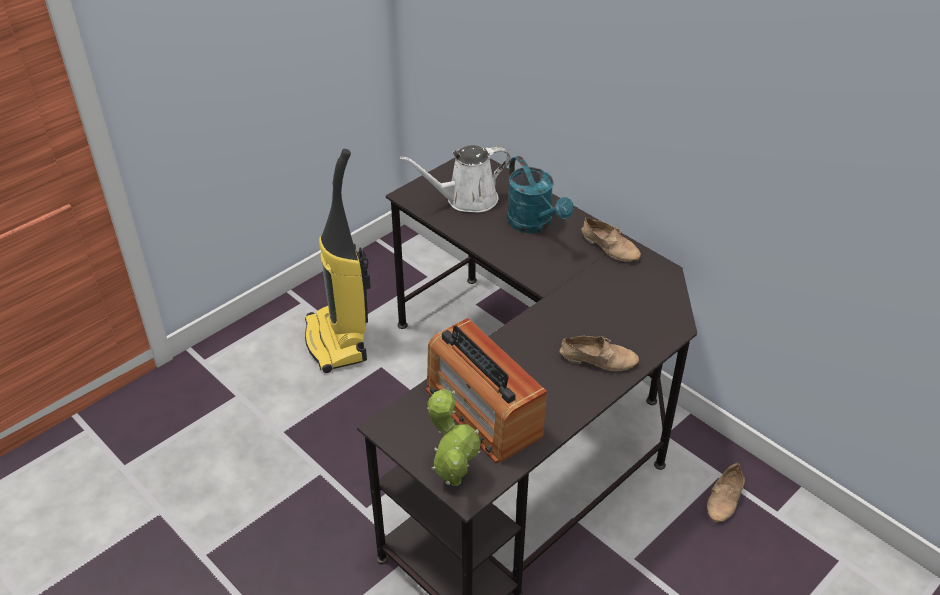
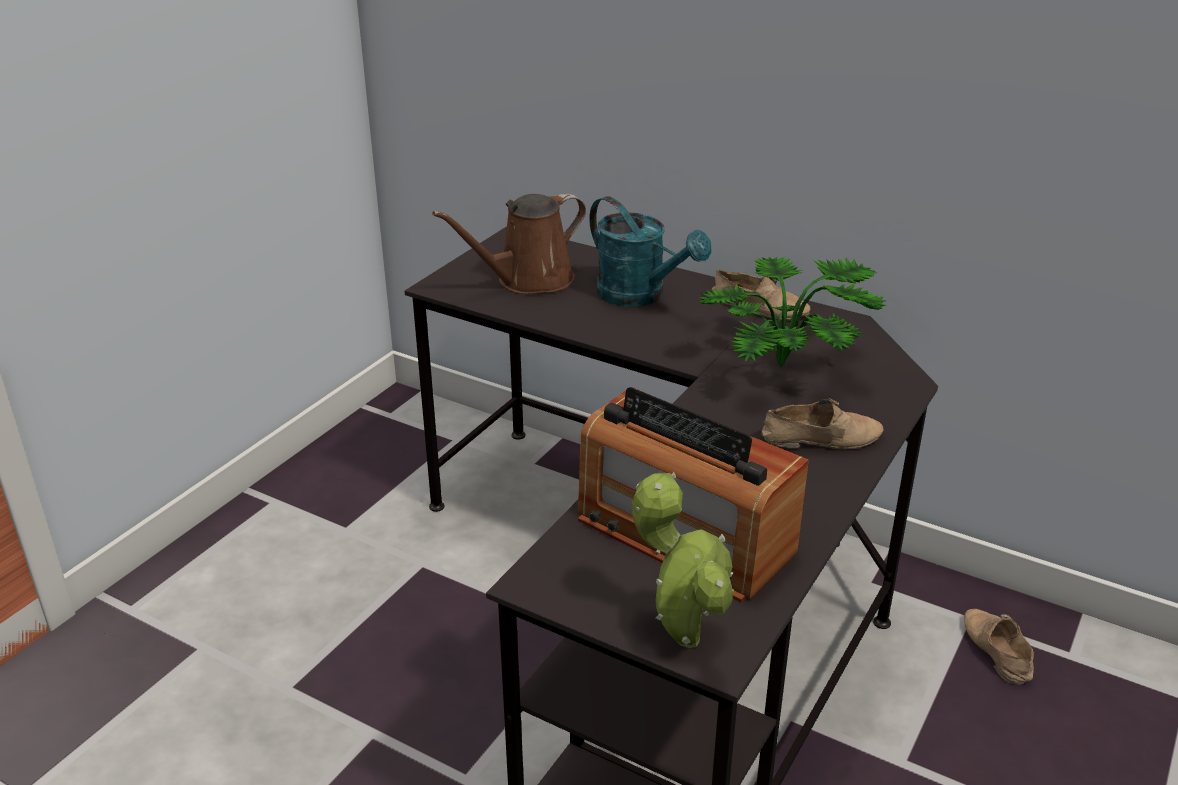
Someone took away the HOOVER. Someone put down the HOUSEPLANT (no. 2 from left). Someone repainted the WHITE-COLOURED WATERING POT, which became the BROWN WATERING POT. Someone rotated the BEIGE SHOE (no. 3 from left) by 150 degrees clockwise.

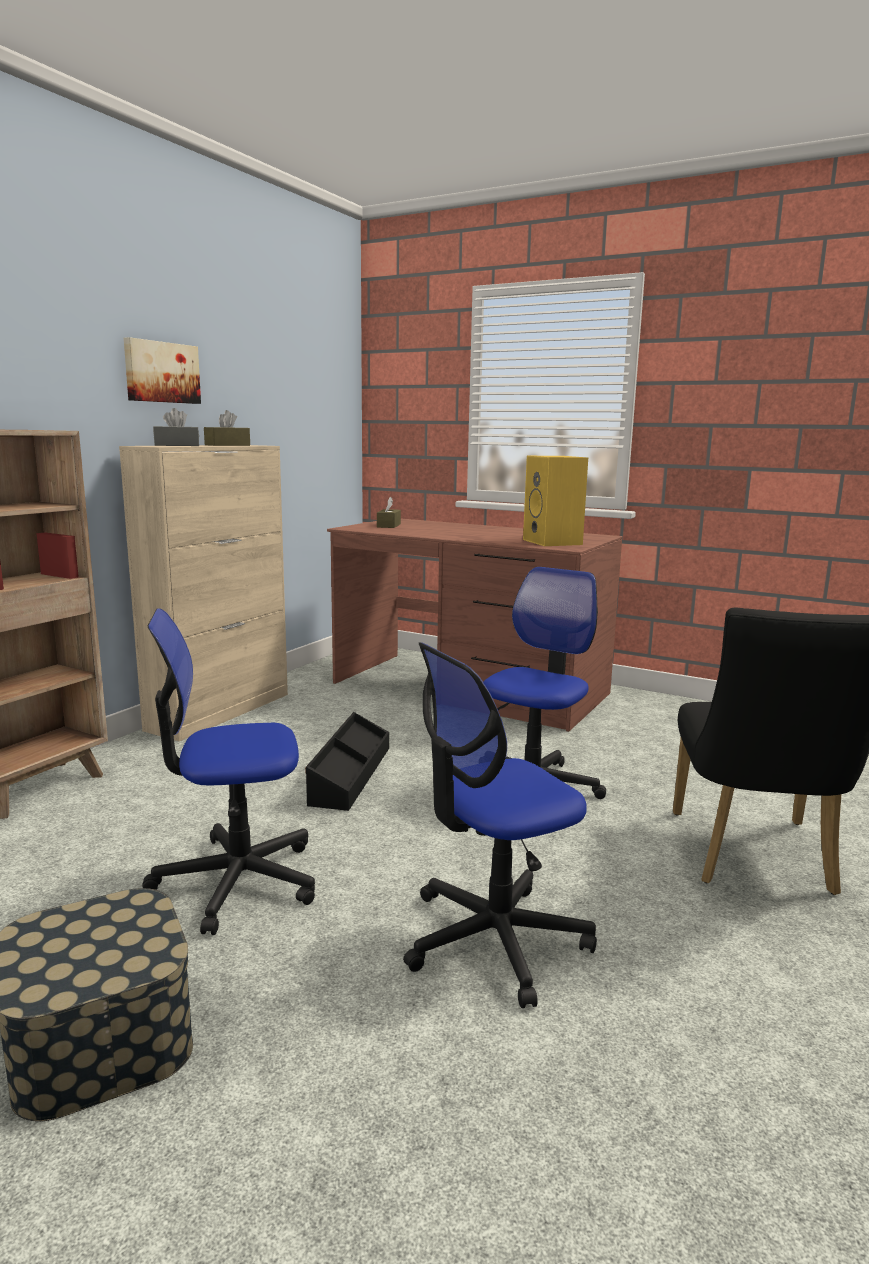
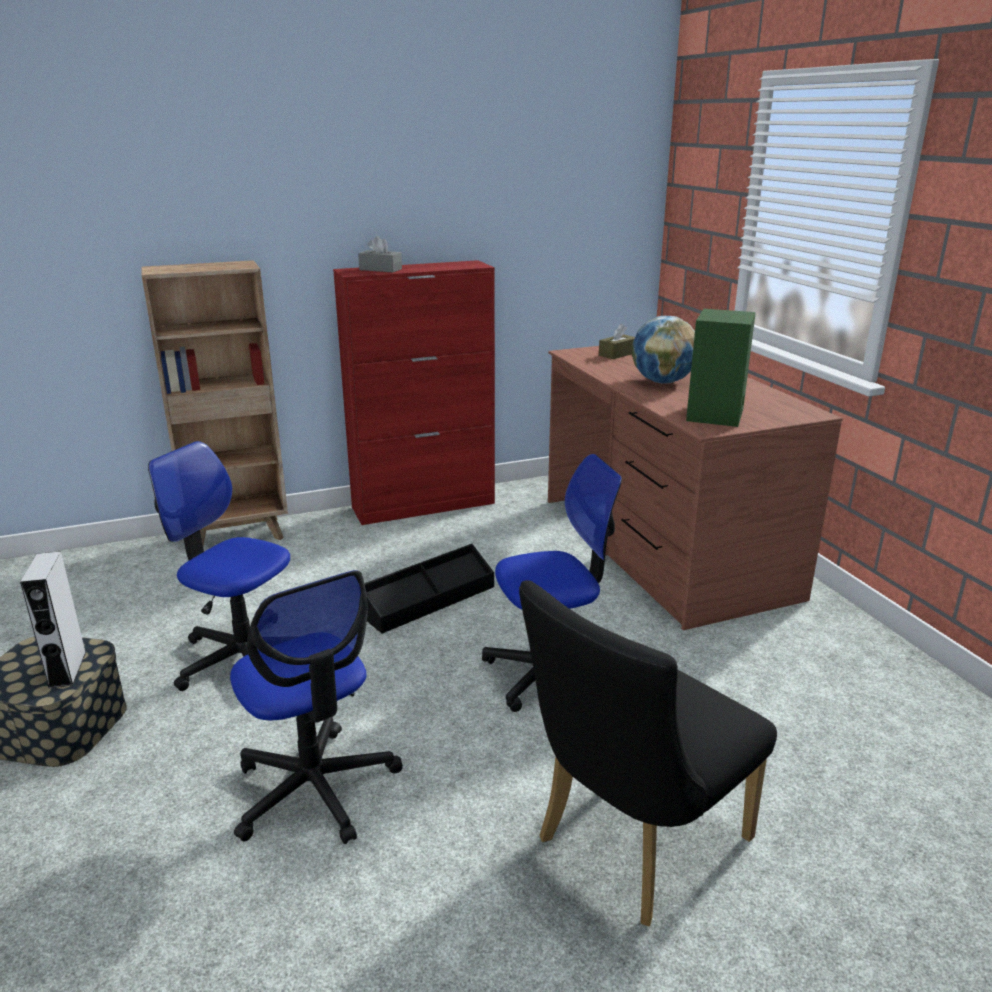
Someone took away the WALL PICTURE. Someone took away the BROWN TISSUE HOLDER (no. 1 from left). Someone put down the GRAY SPEAKER. Someone put down the WORLD GLOBE. Someone repainted the BEIGE CABINET, which became the REDDISH CABINET. Someone repainted the YELLOW-COLOURED SPEAKER, which became the GREENISH SPEAKER. Someone rotated the OFFICE CHAIR (no. 2 from left) by 135 degrees counterclockwise.

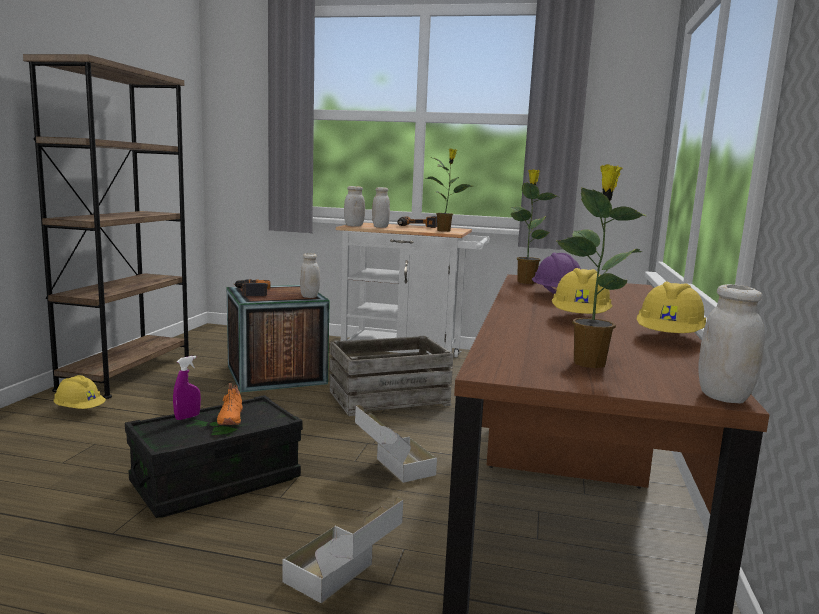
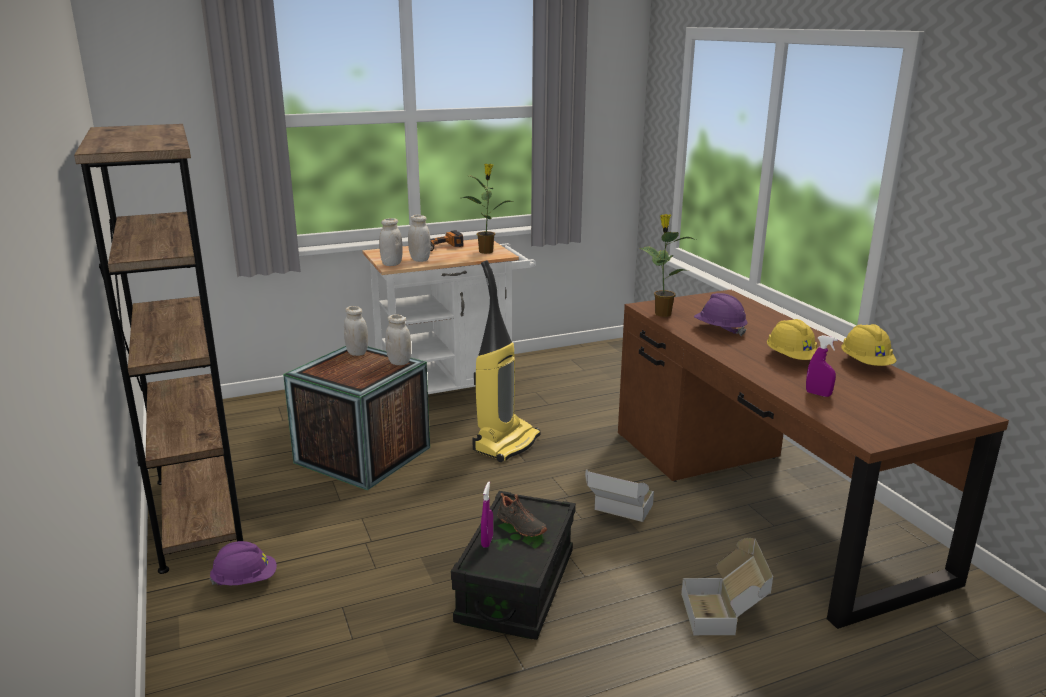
Someone took away the POWER DRILL (no. 1 from left). Someone took away the HOUSEPLANT (no. 3 from left). Someone put down the PURPLE-COLOURED HAND SPRAYER (no. 2 from left). Someone carried the WHITE-COLOURED STORAGE JAR (no. 4 from left in the first image). Someone swapped the SHIPPING CRATE (no. 2 from left) for the HOOVER. Someone repainted the YELLOW-COLOURED WORK HELMET (no. 1 from left), which became the PURPLE-COLOURED WORK HELMET (no. 1 from left). Someone repainted the ORANGE SHOE, which became the BLACKISH SHOE.

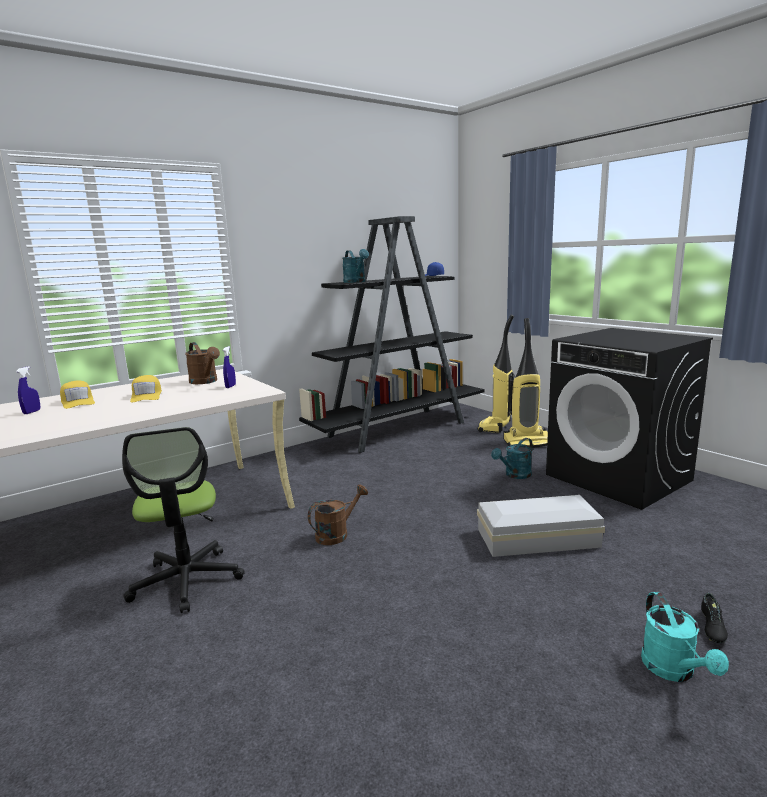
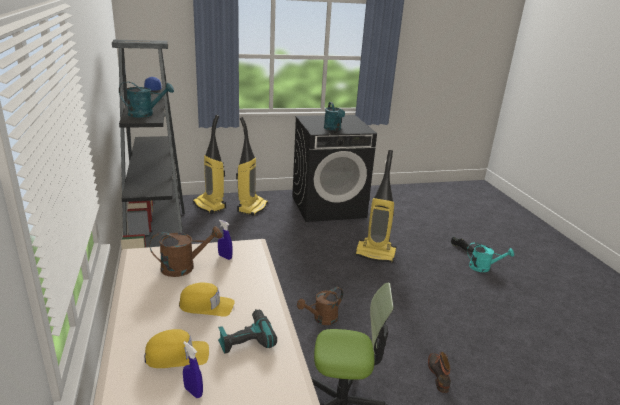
Someone put down the POWER DRILL. Someone put down the HIGH-TOP BOOT. Someone carried the BLUE-GREEN WATERING POT (no. 2 from left). Someone swapped the WHITE-COLOURED STORAGE BOX for the HOOVER (no. 3 from left). Someone rotated the BROWN WATERING POT (no. 2 from left) by 105 degrees counterclockwise.

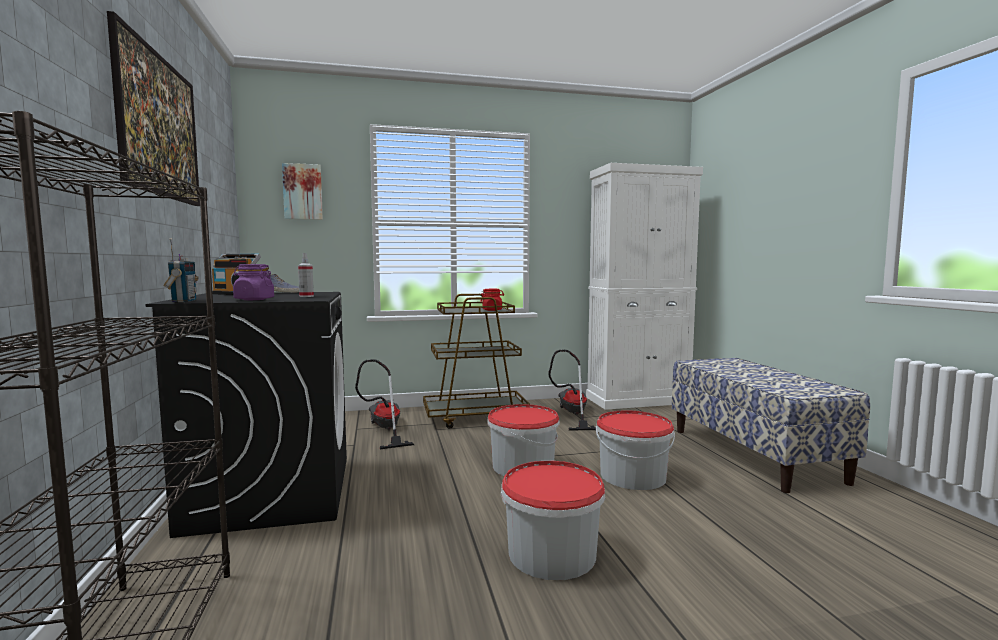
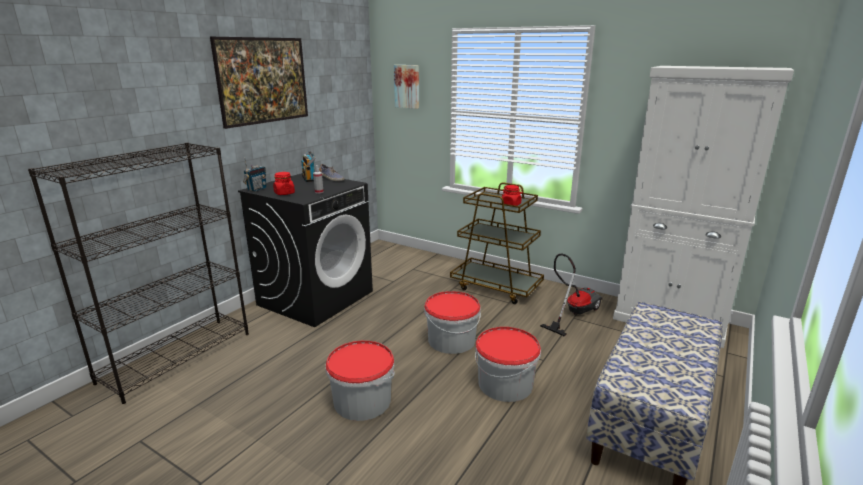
Someone took away the HOOVER (no. 1 from left). Someone repainted the PURPLE-COLOURED STORAGE JAR, which became the REDDISH STORAGE JAR (no. 1 from left).

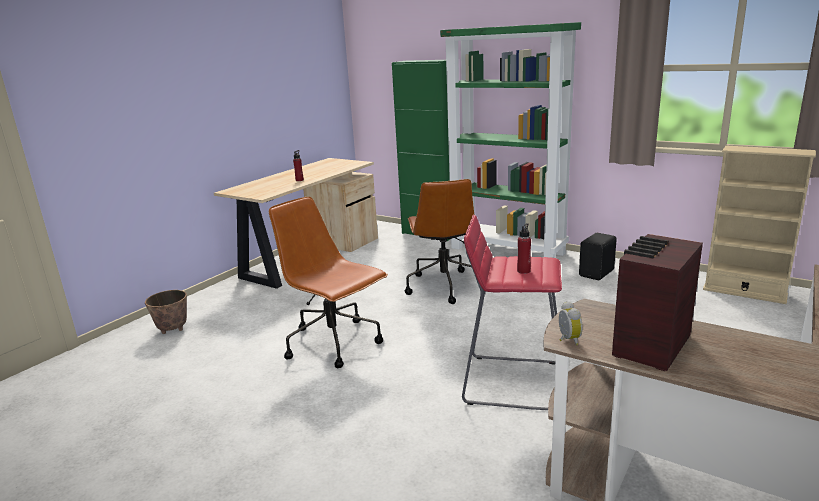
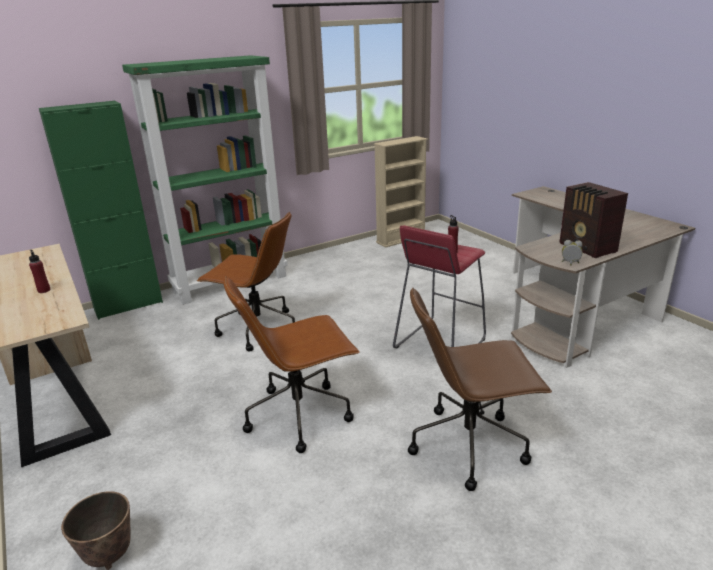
Someone took away the BLACKISH SPEAKER. Someone put down the BROWN OFFICE CHAIR (no. 3 from left).

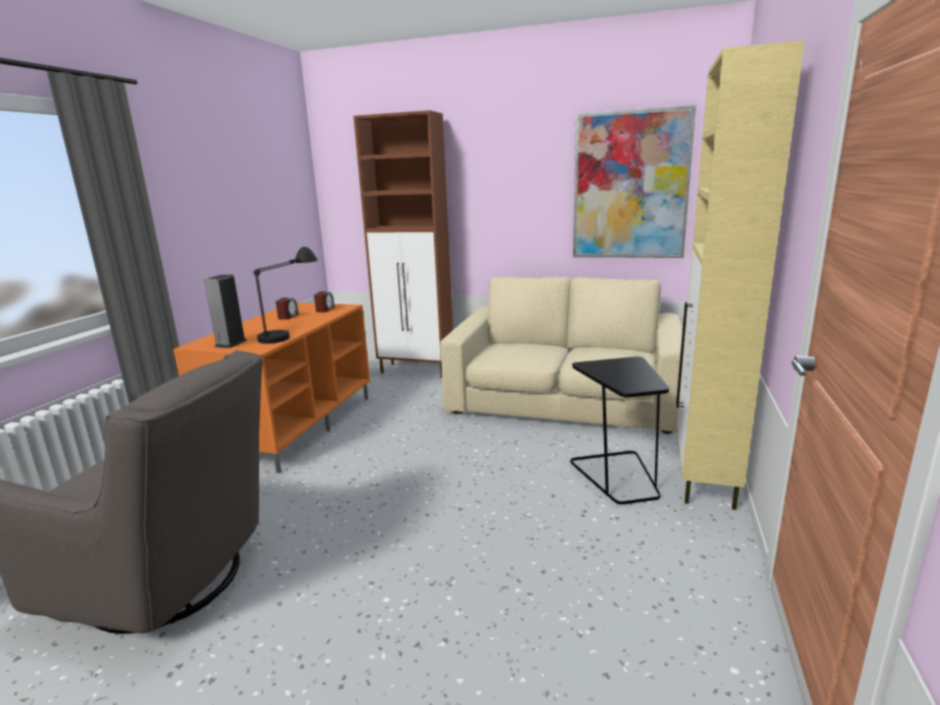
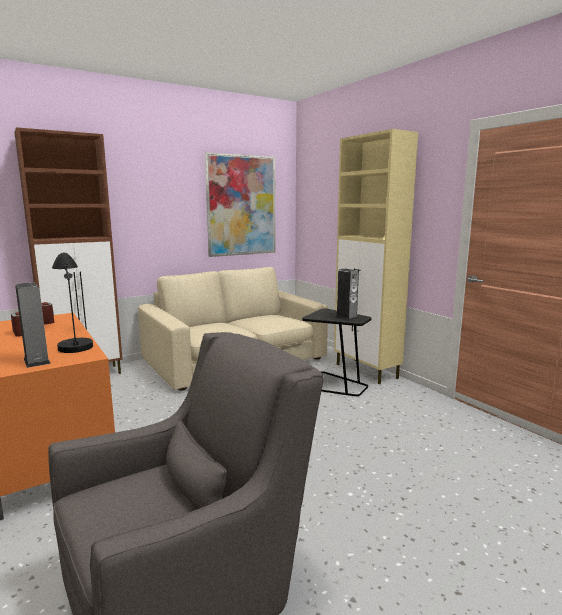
Someone put down the SPEAKER (no. 2 from left).

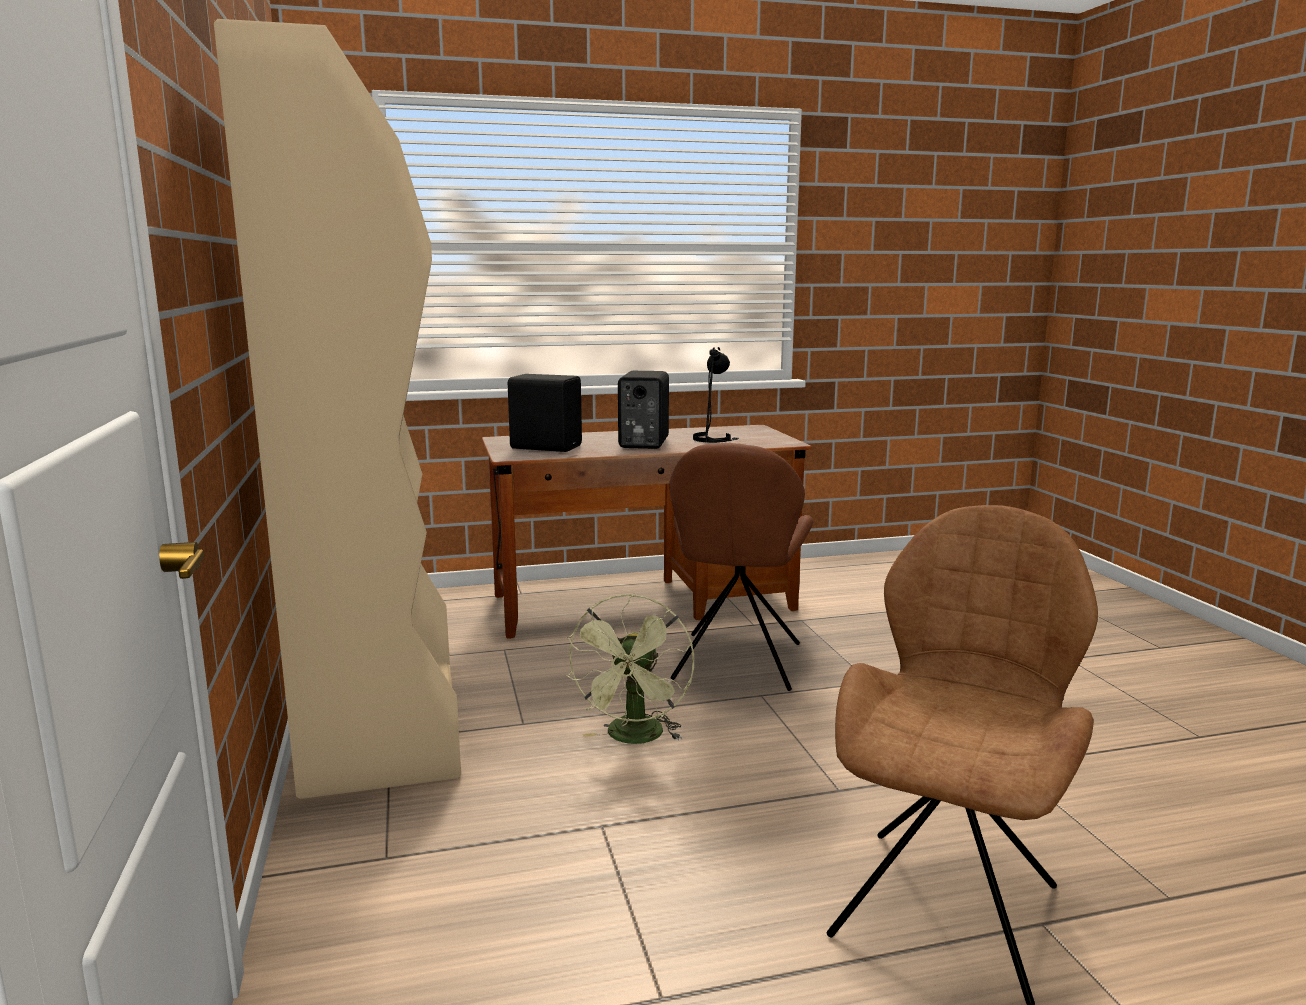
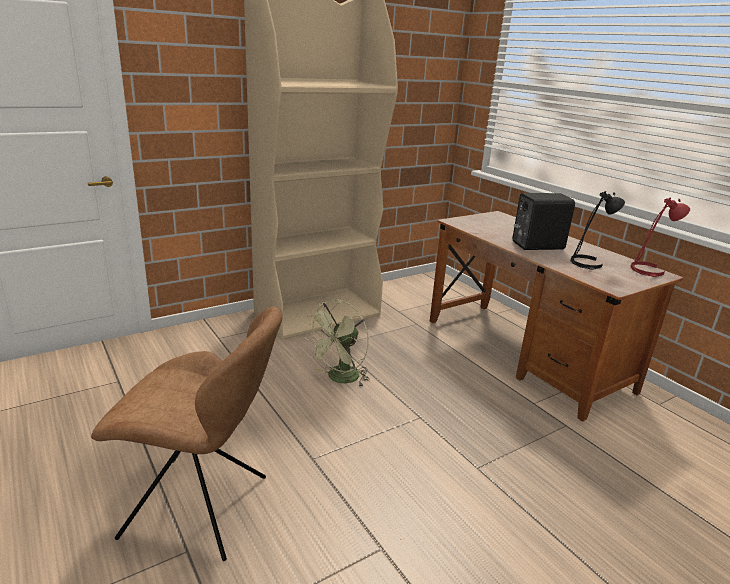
Someone took away the BLACKISH SPEAKER (no. 1 from left). Someone took away the BROWN PLAIN CHAIR (no. 1 from left). Someone put down the REDDISH TABLETOP LAMP. Someone rotated the GREENISH COOLING FAN by 45 degrees counterclockwise.

